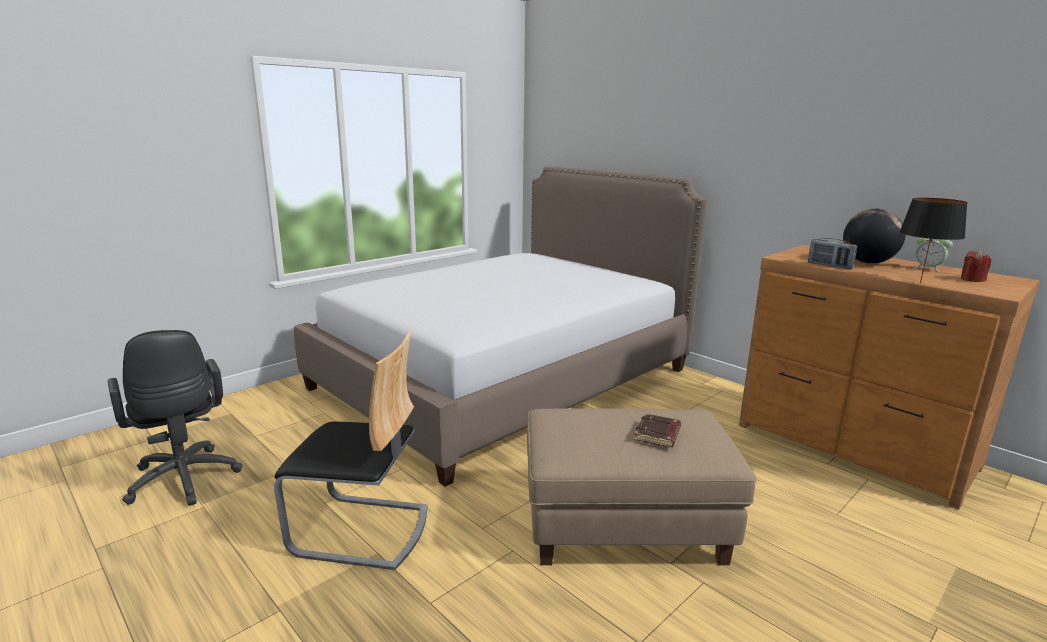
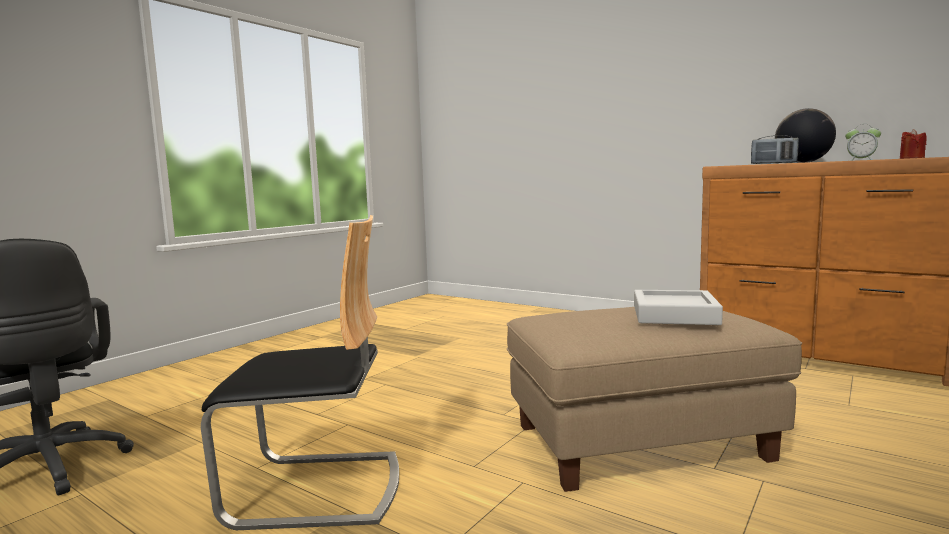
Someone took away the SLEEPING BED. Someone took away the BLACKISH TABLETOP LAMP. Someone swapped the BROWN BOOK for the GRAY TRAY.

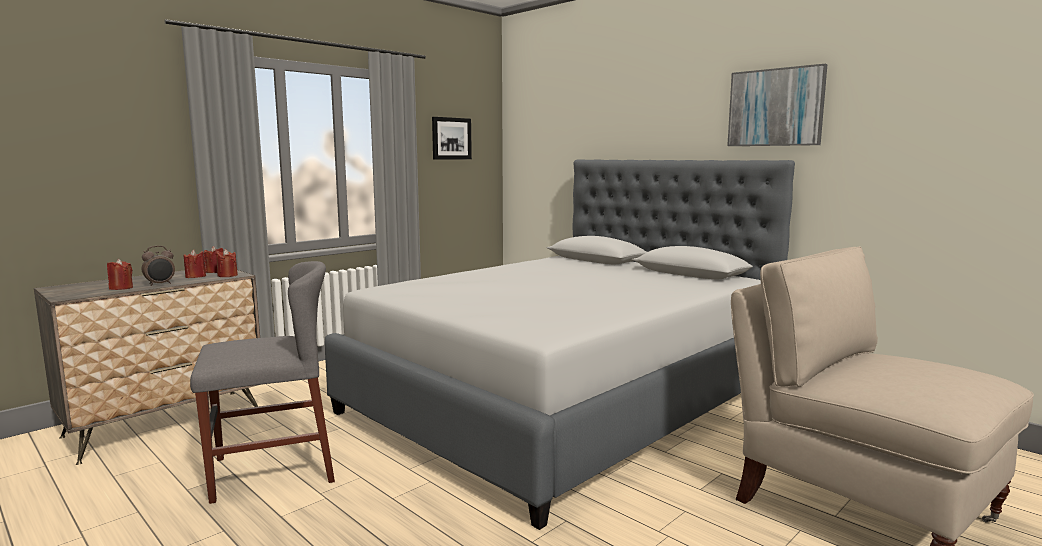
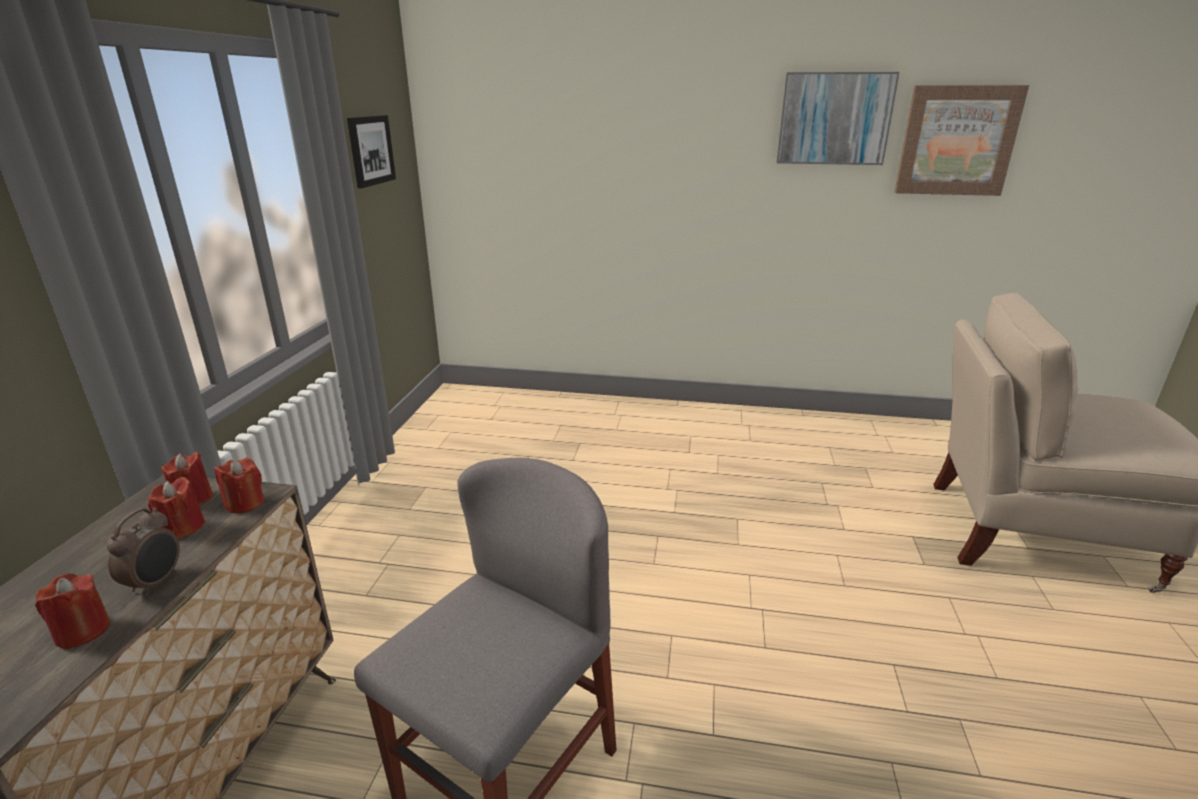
Someone took away the GRAY SLEEPING BED. Someone put up the WALL PICTURE (no. 3 from left).

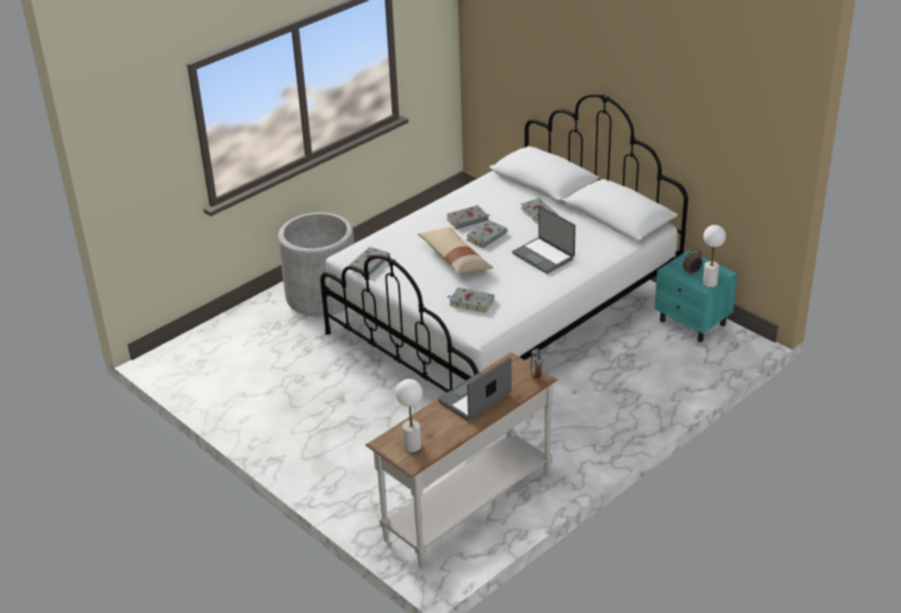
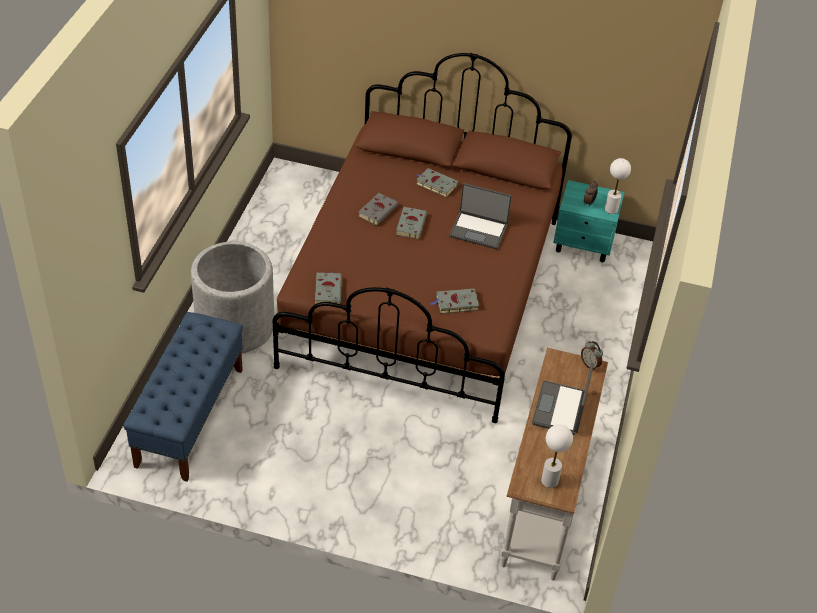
Someone took away the BEIGE CUSHION. Someone put down the BLUE LONG SEAT. Someone repainted the WHITE-COLOURED SLEEPING BED, which became the BROWN SLEEPING BED.

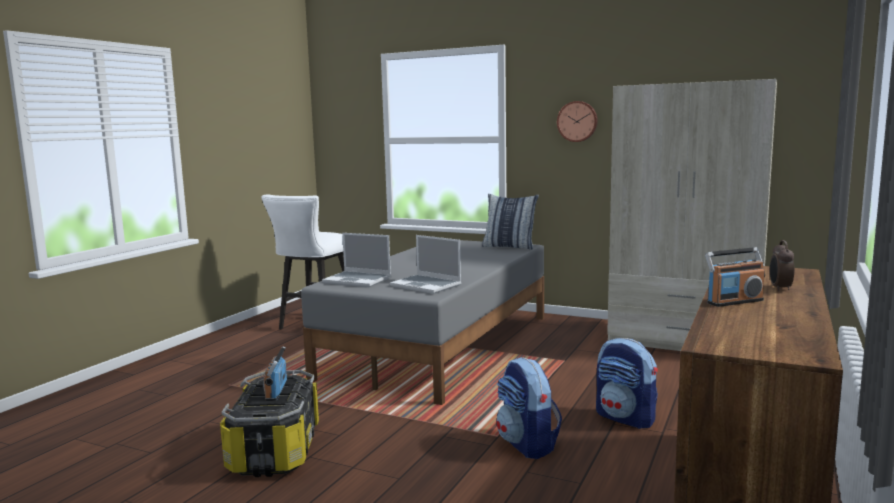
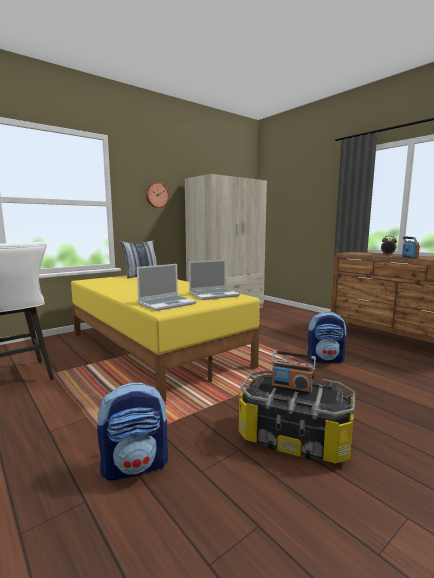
Someone carried the KNAPSACK (no. 2 from left in the first image). Someone repainted the GRAY SLEEPING BED, which became the YELLOW-COLOURED SLEEPING BED.

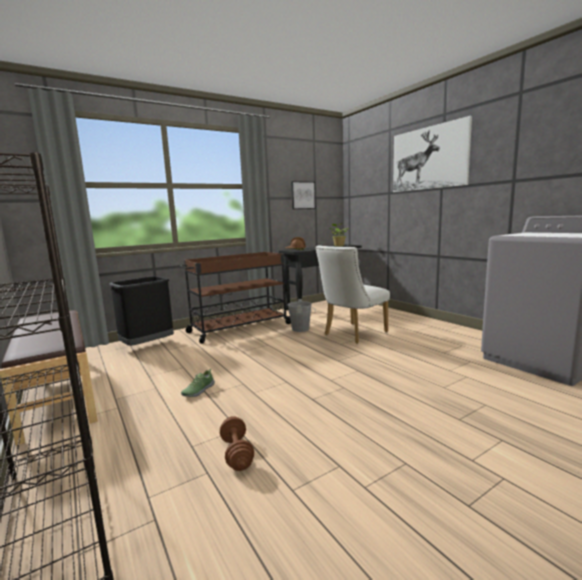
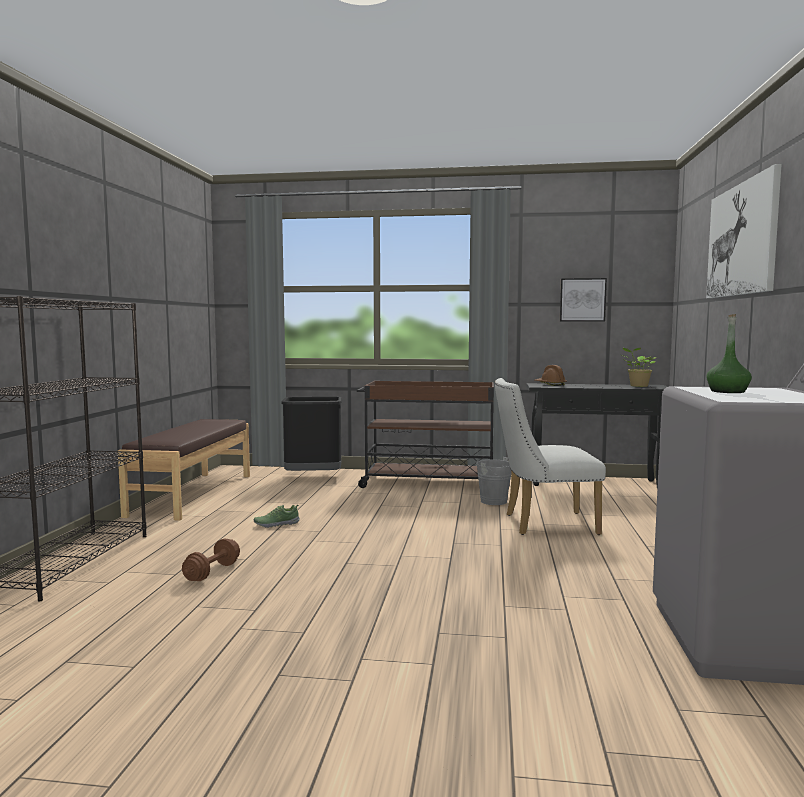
Someone put down the GREENISH BEVERAGE BOTTLE.

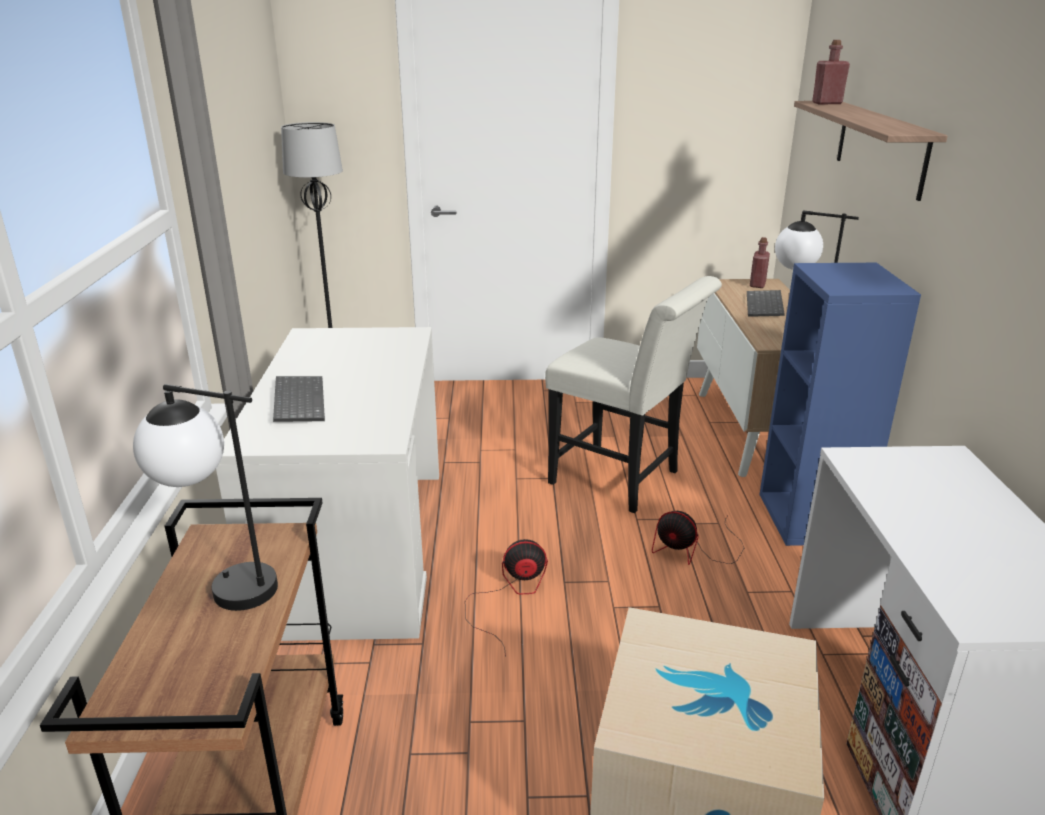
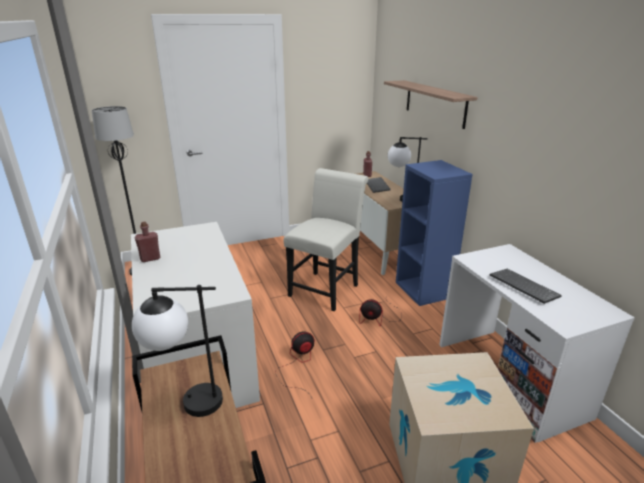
Someone carried the COMPUTER KEYBOARD (no. 1 from left in the first image). Someone carried the REDDISH BEVERAGE BOTTLE (no. 2 from left in the first image). Someone rotated the WHITE-COLOURED PLAIN CHAIR by 75 degrees counterclockwise.

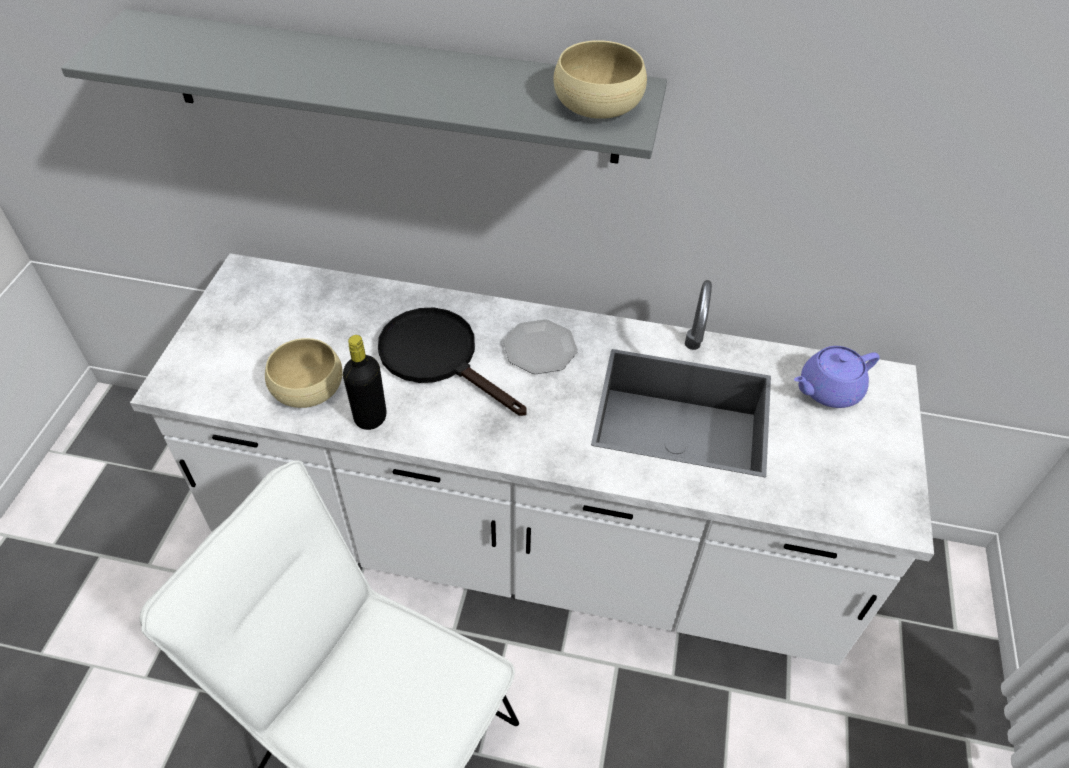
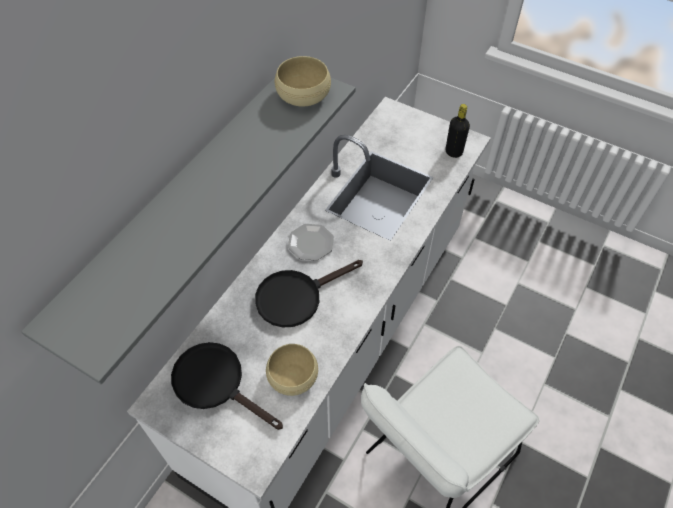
Someone took away the PURPLE-COLOURED TEAPOT. Someone put down the BLACKISH FRYING PAN (no. 1 from left). Someone carried the BLACKISH BEVERAGE BOTTLE.

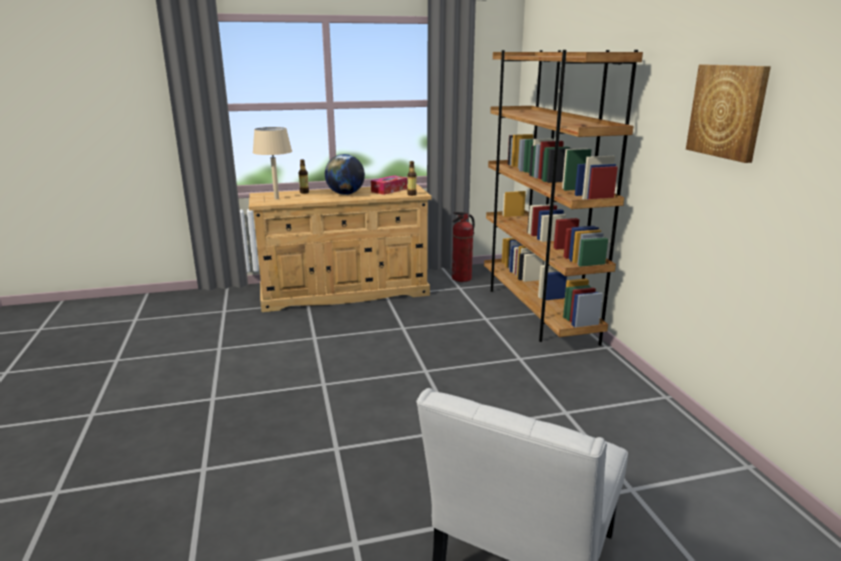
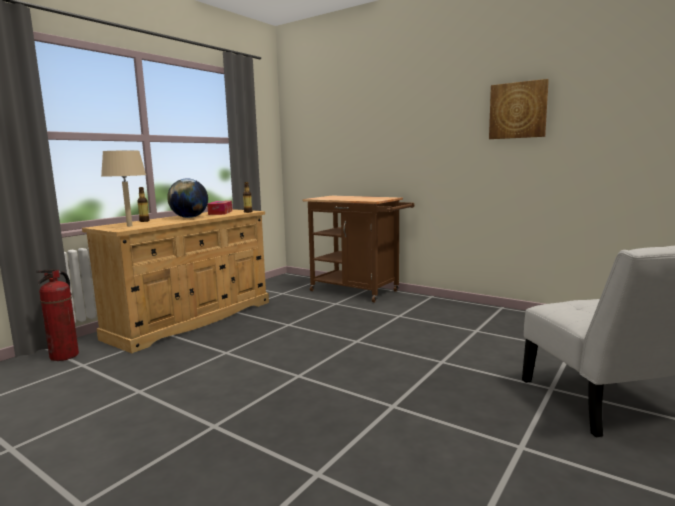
Someone carried the FIRE EXTINGUISHER. Someone swapped the BROWN SHELVING UNIT for the BROWN WHEELED CART.

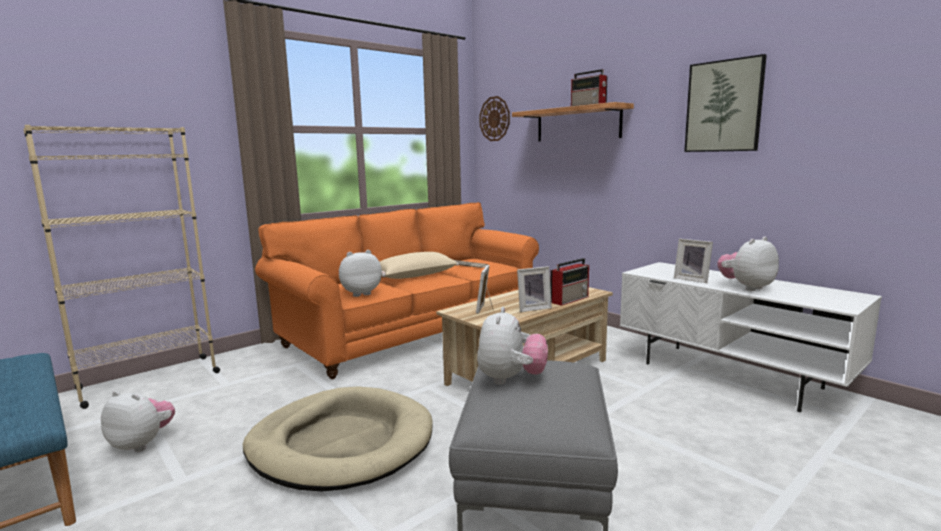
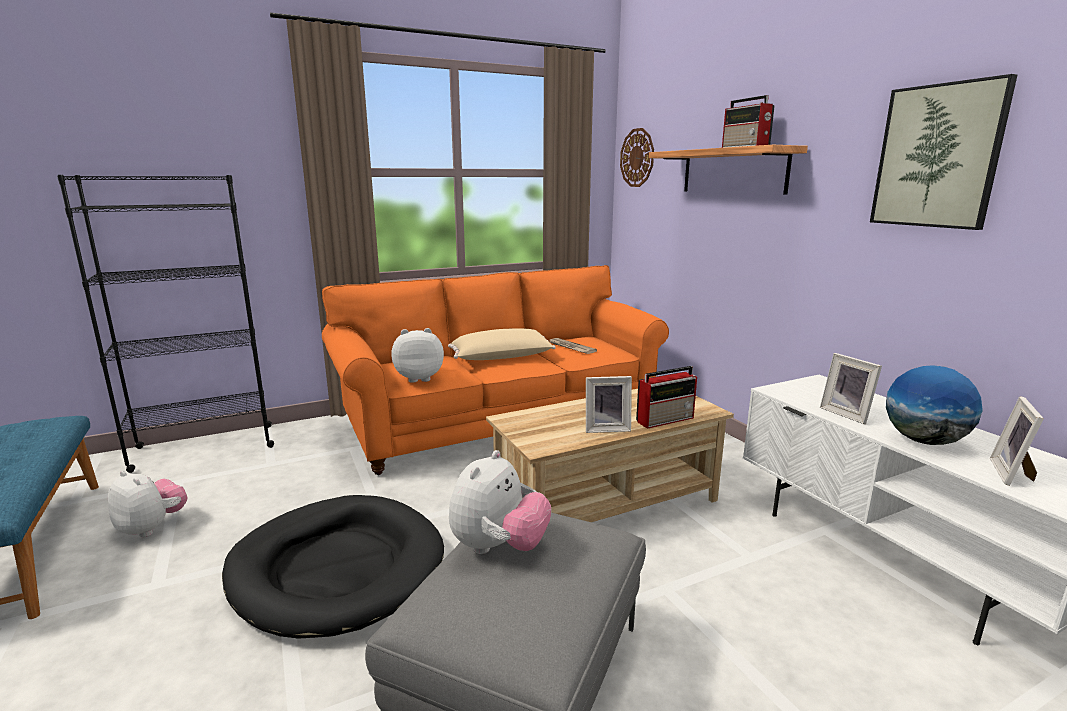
Someone carried the PICTURE FRAME (no. 1 from left in the first image). Someone swapped the SOFT TOY (no. 4 from left) for the WORLD GLOBE. Someone repainted the BEIGE SHELVING UNIT, which became the BLACKISH SHELVING UNIT. Someone repainted the BEIGE PET BED, which became the BLACKISH PET BED.

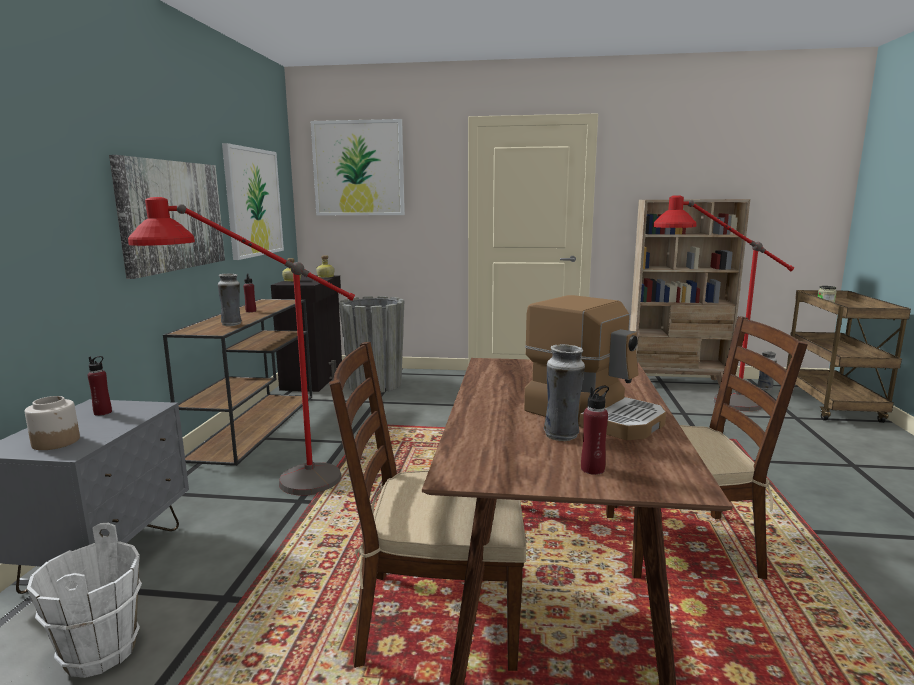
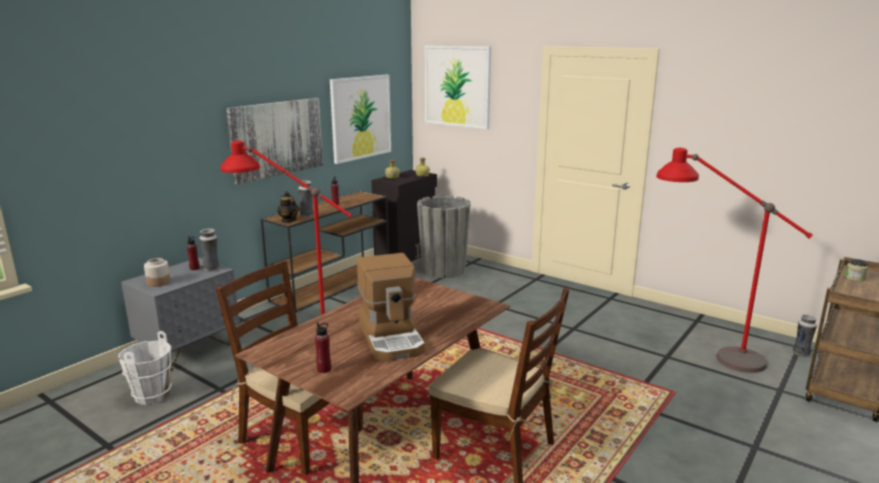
Someone took away the BEIGE SHELVING UNIT. Someone put down the TEAPOT. Someone carried the FLOWER VASE (no. 2 from left in the first image).

